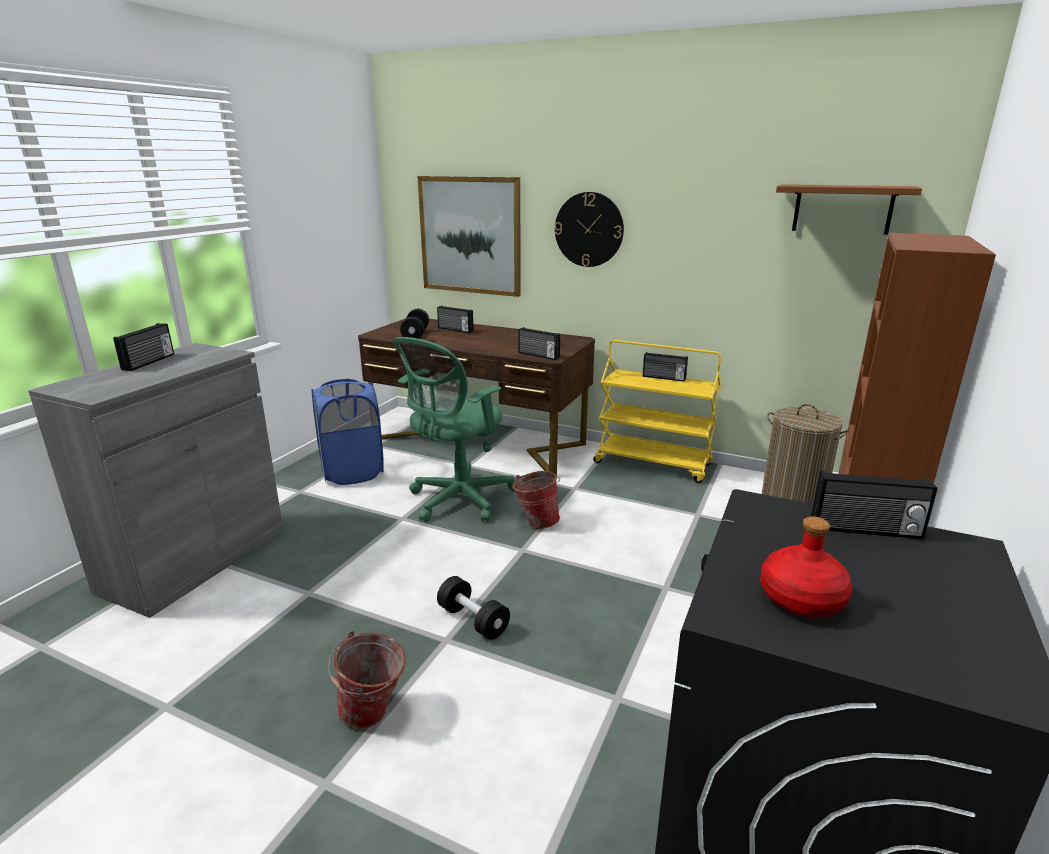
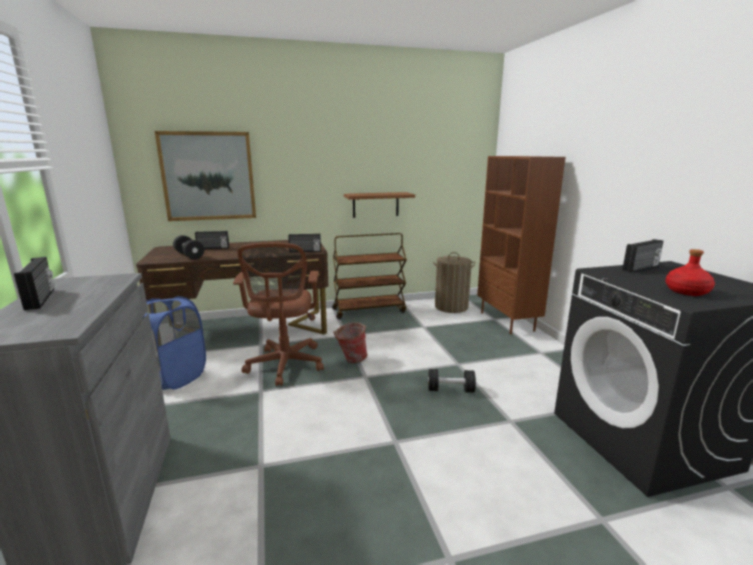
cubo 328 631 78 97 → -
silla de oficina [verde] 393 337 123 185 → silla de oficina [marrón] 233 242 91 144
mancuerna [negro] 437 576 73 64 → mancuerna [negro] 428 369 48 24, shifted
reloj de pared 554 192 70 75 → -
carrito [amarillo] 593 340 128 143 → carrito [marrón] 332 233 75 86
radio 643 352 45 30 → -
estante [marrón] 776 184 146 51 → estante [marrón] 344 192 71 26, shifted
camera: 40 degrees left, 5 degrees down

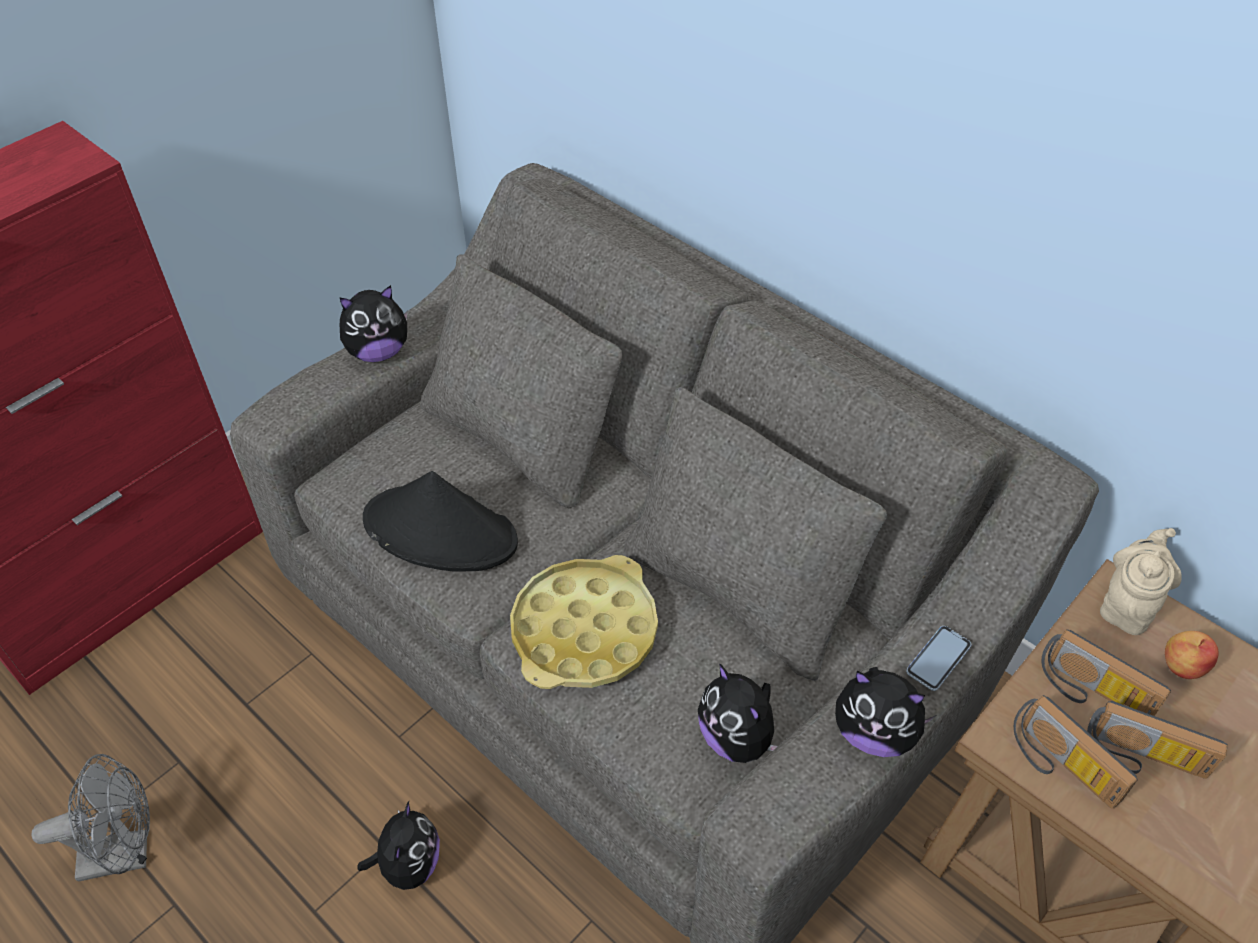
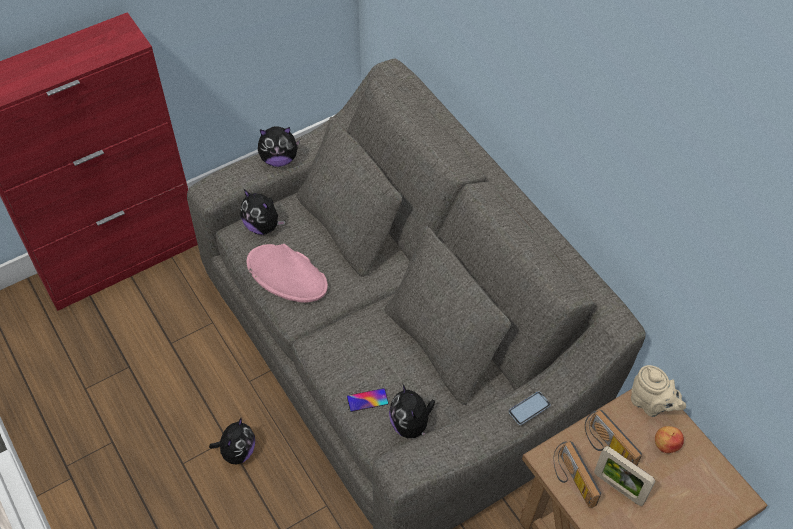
ventilador [gris] 32 754 118 128 → -
sombrero [negro] 363 471 155 101 → sombrero [rosa] 247 244 81 59
bandeja [amarillo] 510 555 148 134 → -
peluche 835 667 102 90 → peluche 240 189 45 46, shifted
radio 1087 701 141 78 → portarretratos 594 446 61 60
tetera [beis] 1100 528 82 107 → tetera [beis] 631 365 55 52, 90 degrees clockwise
- → móvil 347 388 42 24
camera: 15 degrees right, 5 degrees up

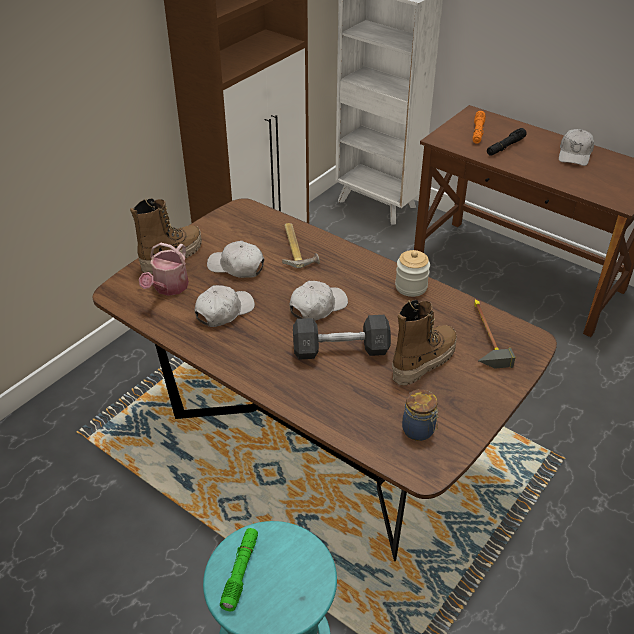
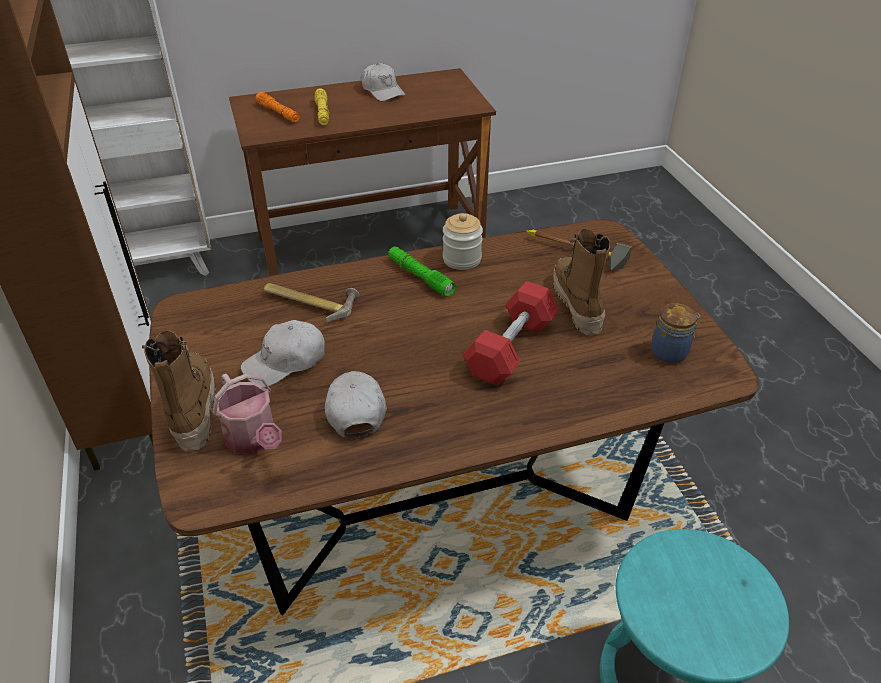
linterna [verde] 220 528 38 83 → linterna [verde] 388 246 68 50, shifted
gorra [blanco] 289 281 59 40 → -
mancuerna [gris] 293 315 98 45 → mancuerna [rojo] 462 281 97 105
linterna [negro] 487 128 40 28 → linterna [amarillo] 314 88 15 37
camera: 55 degrees left, 0 degrees up

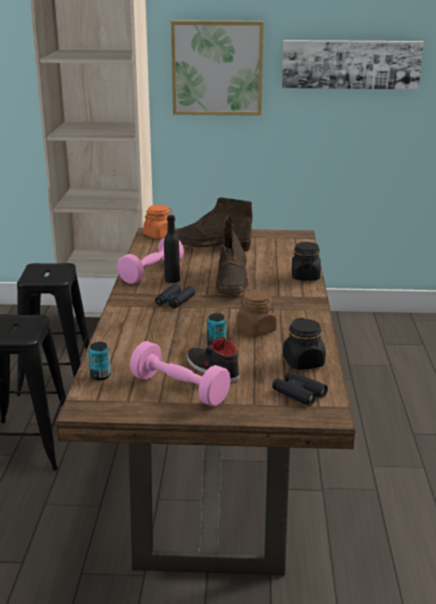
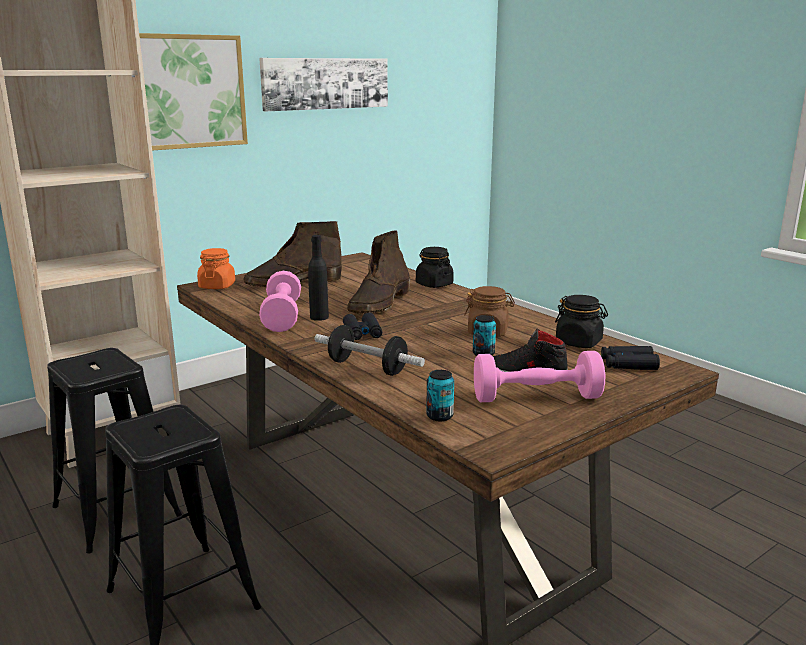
bota [marrón] 216 215 33 80 → bota [marrón] 347 230 63 84, 60 degrees clockwise
- → mancuerna 314 325 111 51
camera: 40 degrees left, 5 degrees down

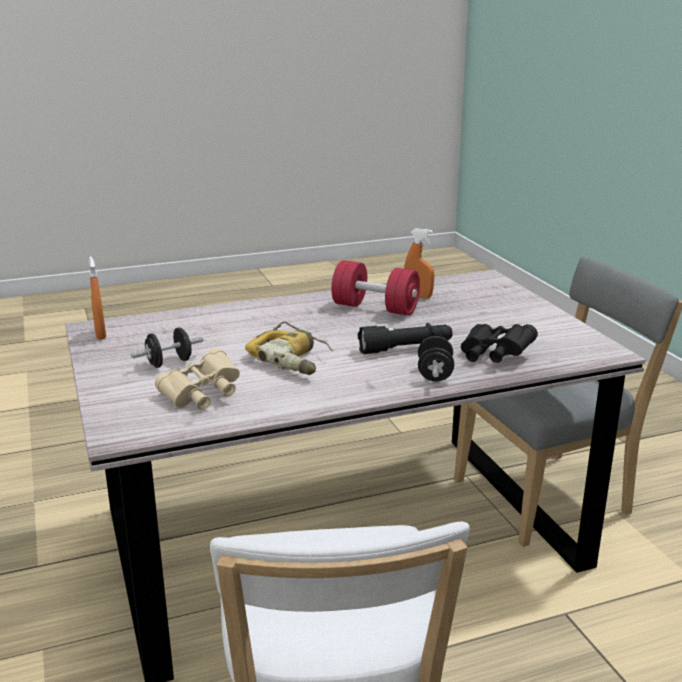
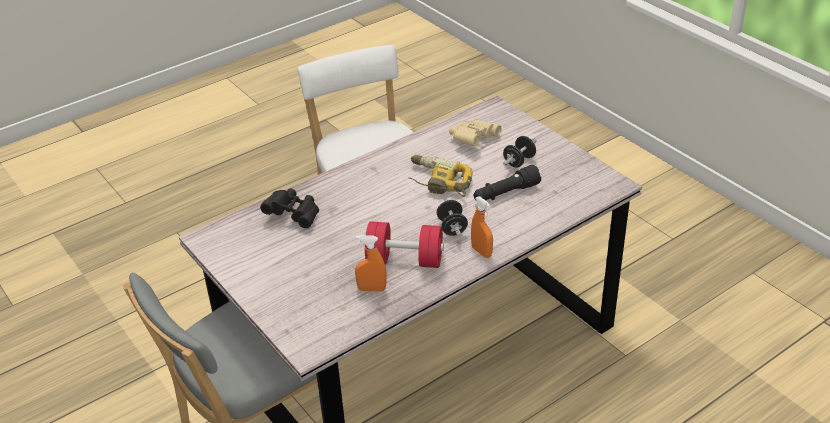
pulverizador [naranja] 89 256 17 84 → pulverizador [naranja] 471 196 22 62, shifted
linterna [negro] 358 323 95 31 → linterna [negro] 474 165 67 35, shifted
mancuerna [negro] 418 336 36 45 → mancuerna [negro] 437 199 31 38, shifted
camera: 165 degrees right, 15 degrees up

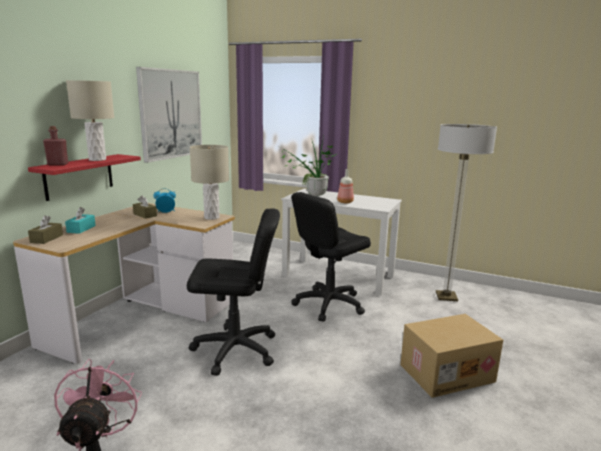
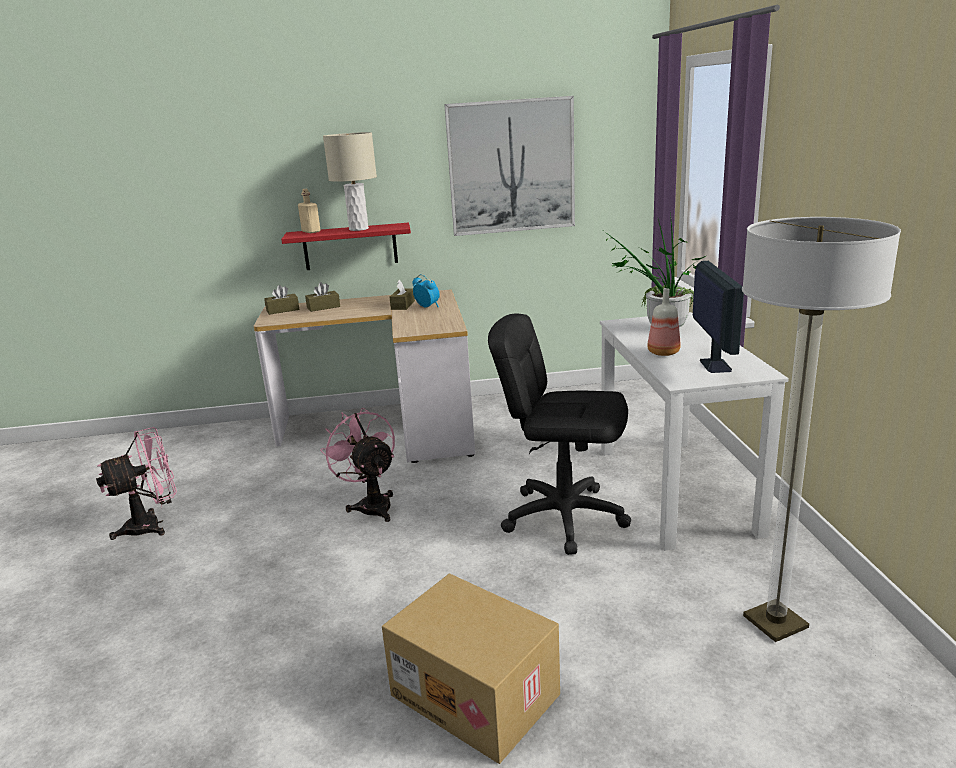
botella [rojo] 43 126 25 39 → botella [beis] 298 189 22 44
caja de pañuelos [turquesa] 65 207 31 27 → caja de pañuelos [marrón] 305 282 35 30
silla de oficina [negro] 187 208 93 168 → ventilador [rosa] 320 408 75 114
lámpara de mesa [beis] 190 145 39 75 → -
- → monitor 693 261 51 112
camera: 60 degrees right, 5 degrees up

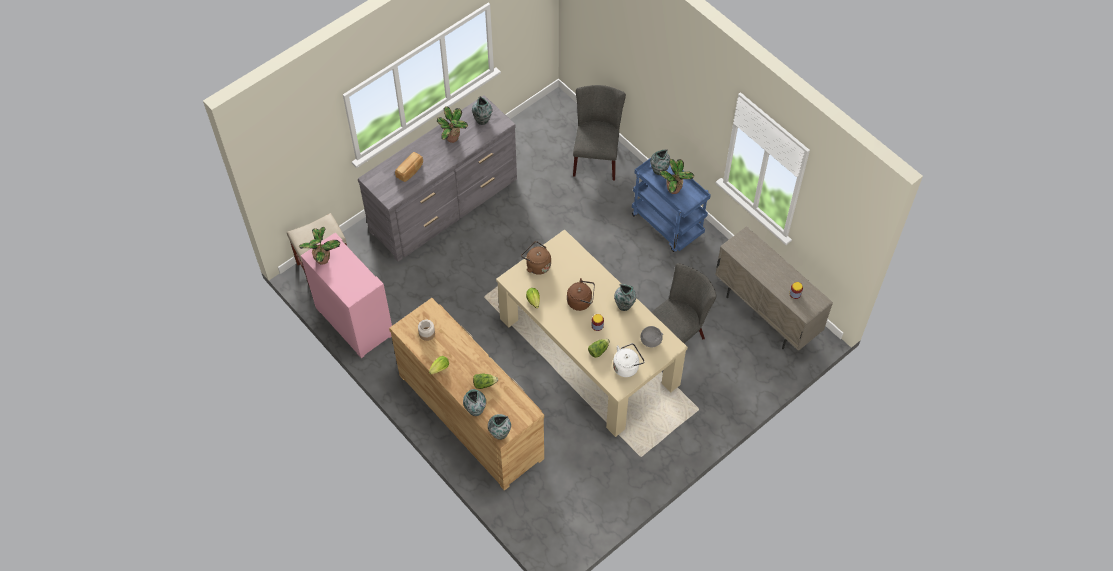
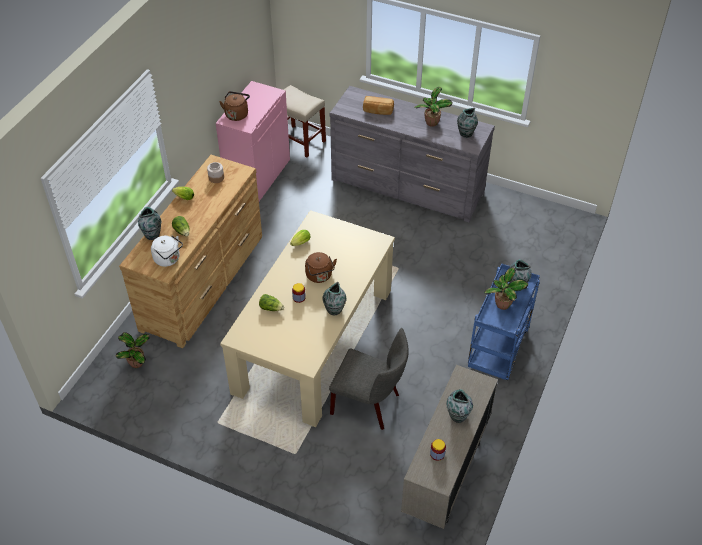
planta en maceta 298 227 42 38 → planta en maceta 116 332 34 36, shifted
florero 488 414 23 26 → florero 446 389 27 34, shifted
hervidor [marrón] 521 241 30 34 → hervidor [marrón] 219 91 31 30, shifted
silla [gris] 573 85 53 95 → -
hervidor [blanco] 613 343 32 34 → hervidor [blanco] 151 235 32 32, shifted
cuenco [gris] 640 326 23 21 → -
camera: 65 degrees right, 10 degrees down

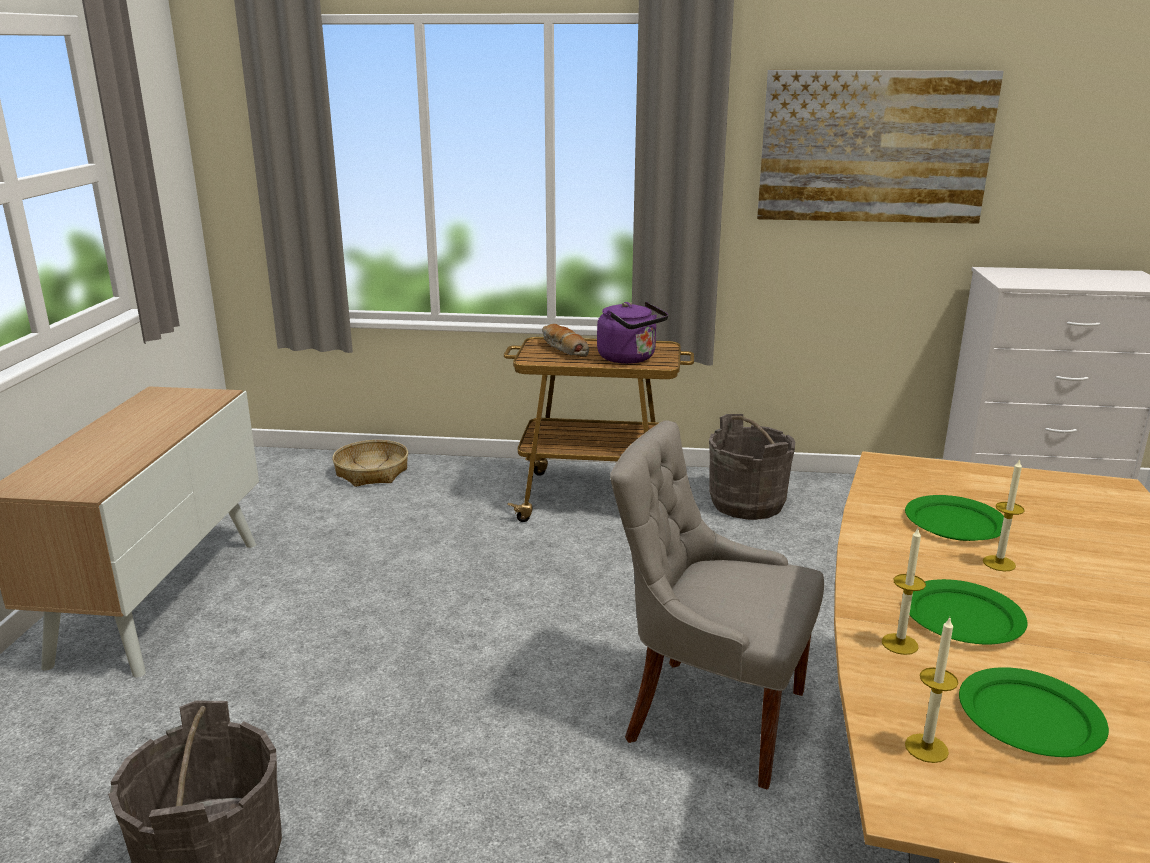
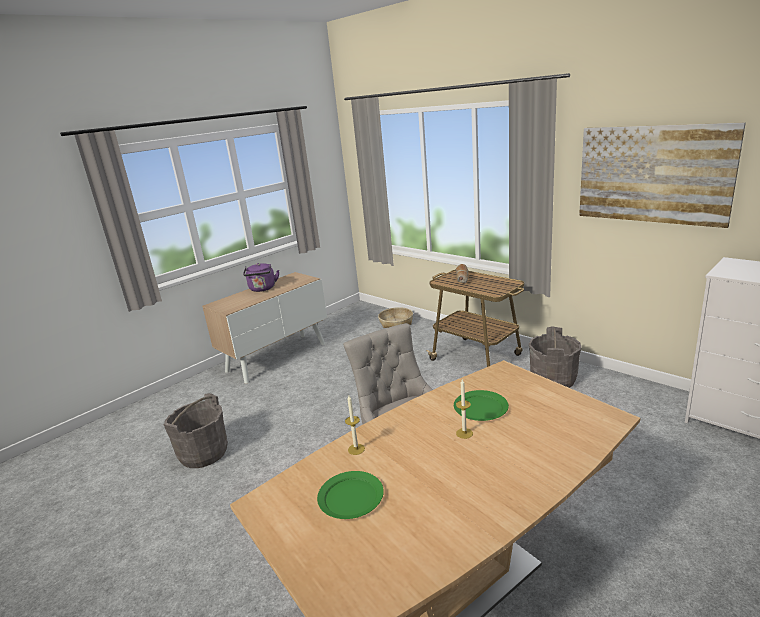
hervidor [morado] 597 301 71 63 → hervidor [morado] 243 263 36 29, shifted
vela 905 618 53 145 → -
plato [verde] 909 579 118 65 → -
camera: 40 degrees right, 0 degrees up

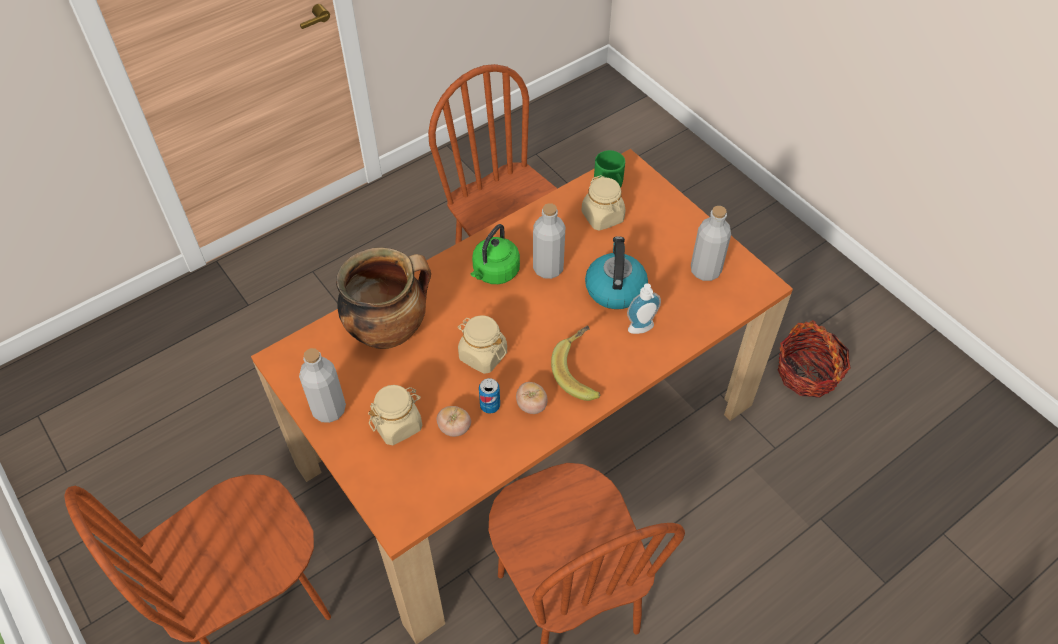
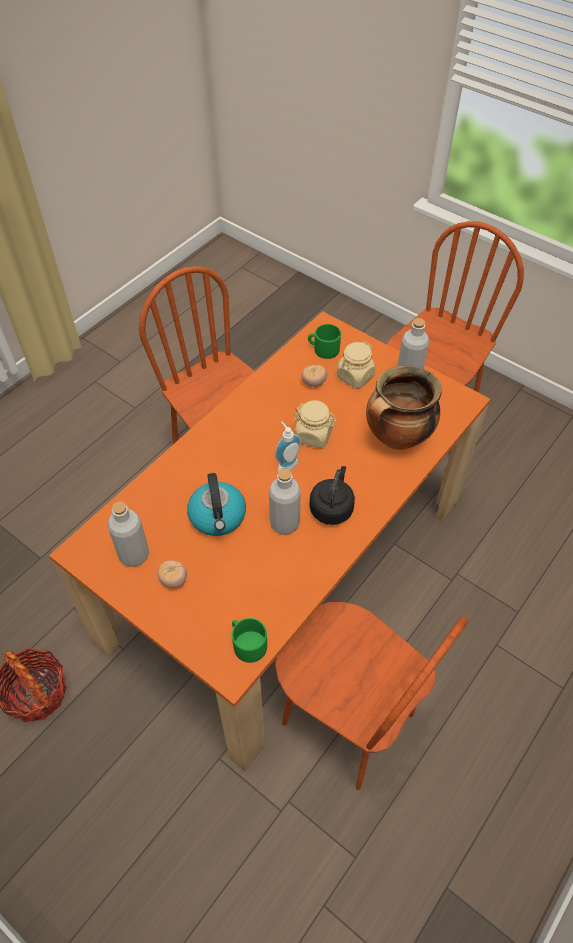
hervidor [verde] 471 224 49 60 → hervidor [negro] 309 466 46 59
lata 479 378 21 36 → -
tomate 516 382 32 32 → tomate 158 560 29 28, shifted
plátano 551 326 49 75 → -
tarro [beis] 582 175 44 56 → -
dispensador de jabón 627 283 34 51 → dispensador de jabón 275 421 26 51, shifted
- → taza grande [verde] 308 324 33 35
camera: 165 degrees right, 0 degrees up

